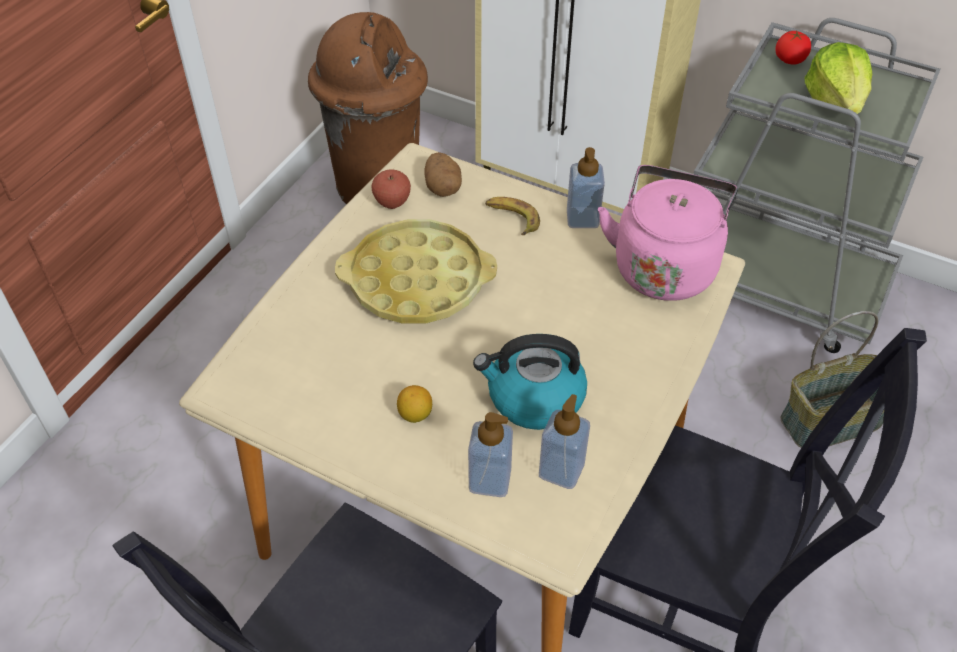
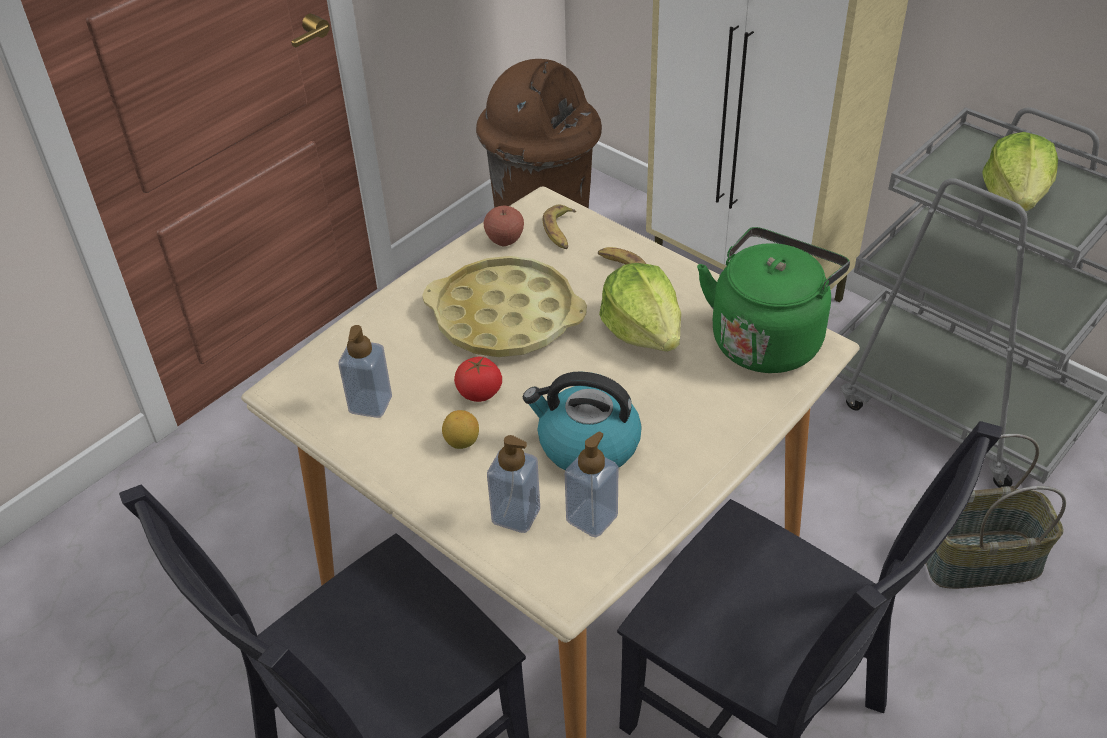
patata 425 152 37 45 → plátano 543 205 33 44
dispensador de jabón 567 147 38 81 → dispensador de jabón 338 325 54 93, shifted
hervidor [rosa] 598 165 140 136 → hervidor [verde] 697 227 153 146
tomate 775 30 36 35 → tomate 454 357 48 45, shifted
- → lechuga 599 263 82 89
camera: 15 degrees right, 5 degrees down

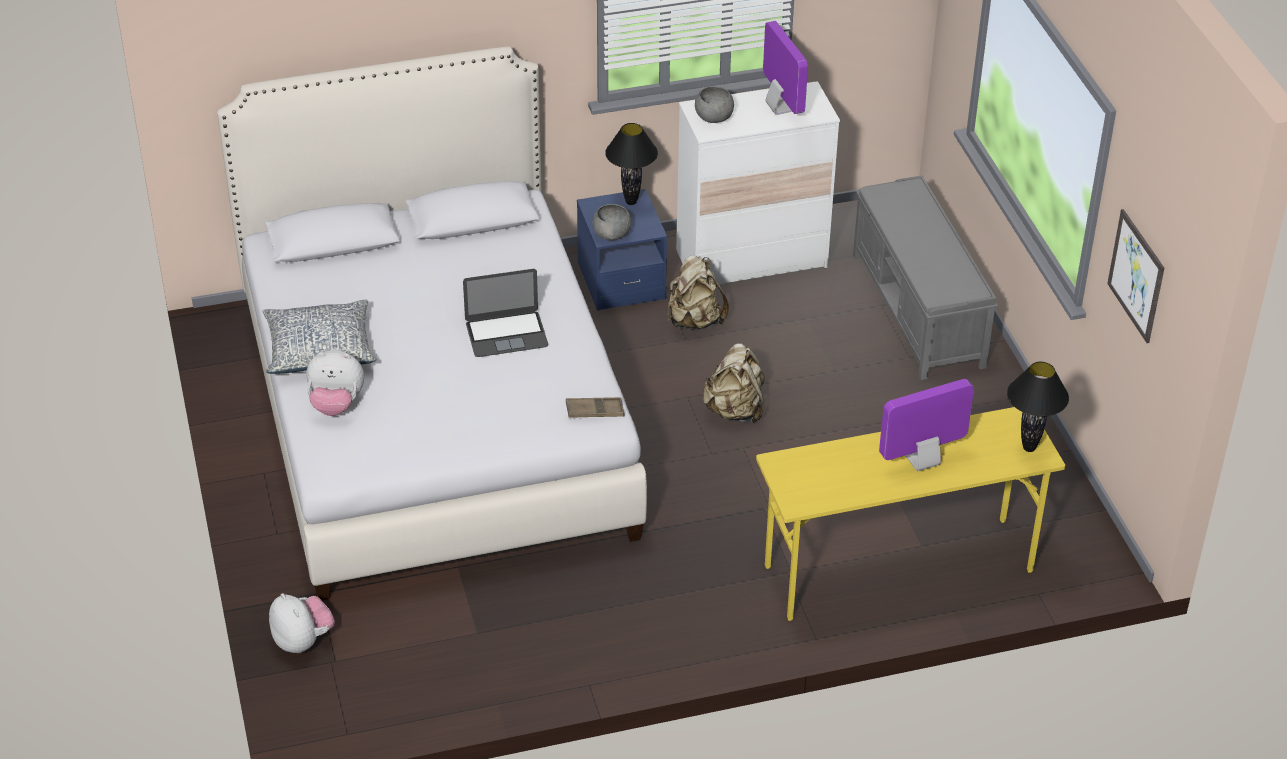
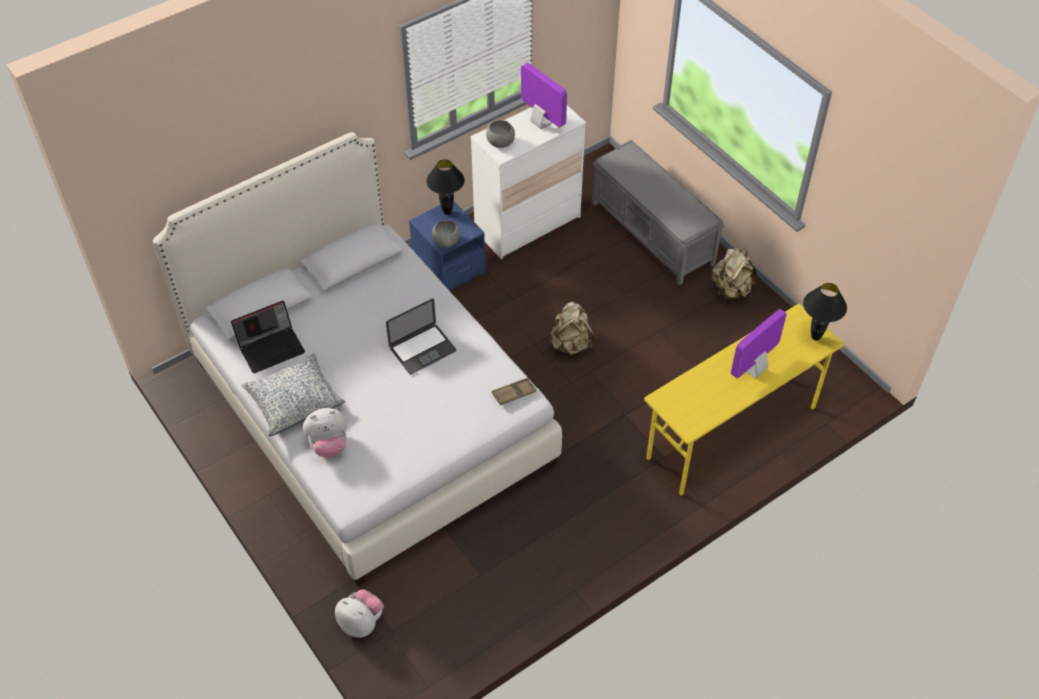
mochila [beis] 667 255 62 75 → mochila [beis] 712 248 45 52, shifted
cuadro 1107 209 57 134 → -
- → portátil 231 301 74 72
camera: 20 degrees left, 10 degrees up

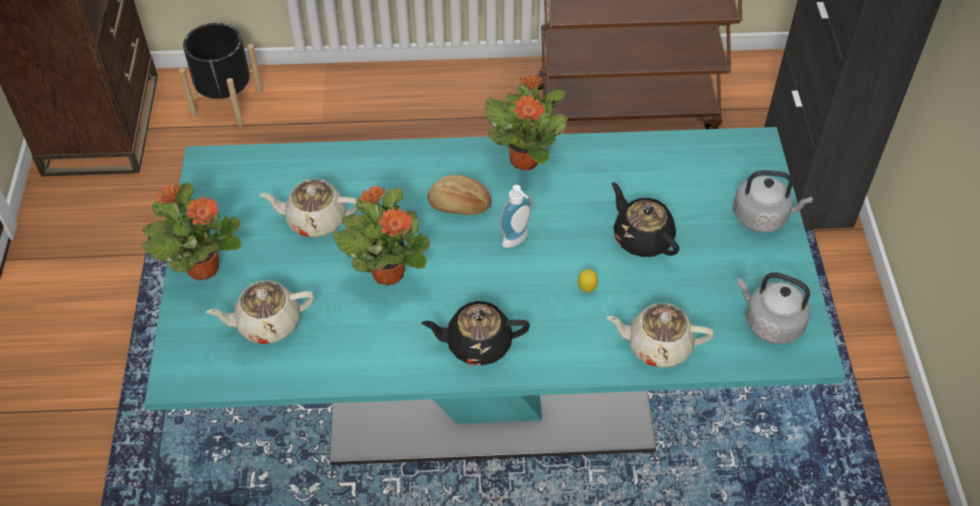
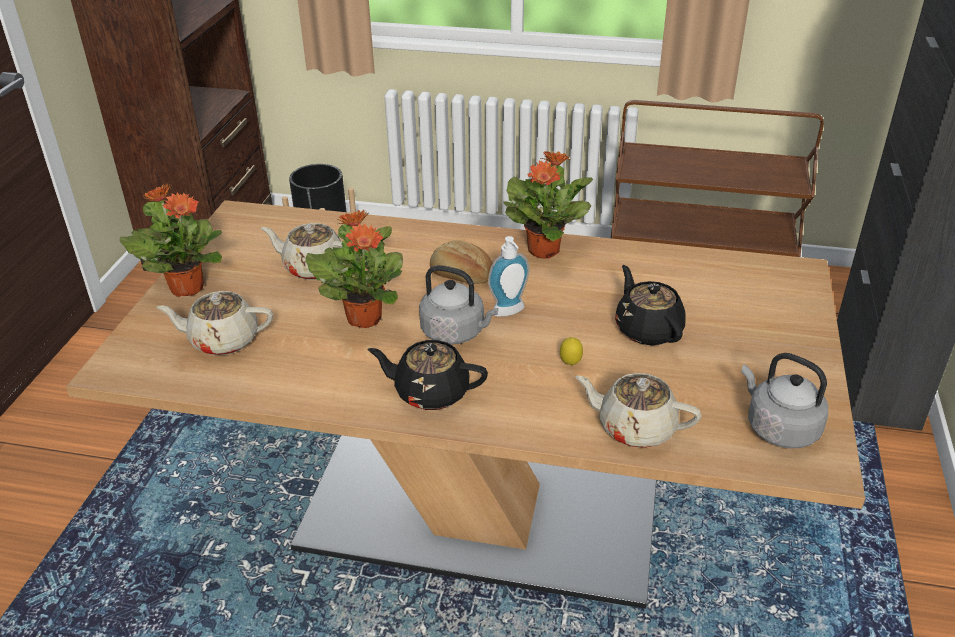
mesa de comedor [turquesa] 144 127 702 338 → mesa de comedor [beis] 66 200 799 409
hervidor [gris] 733 170 80 63 → hervidor [gris] 419 265 79 80, shifted
camera: 15 degrees right, 15 degrees down

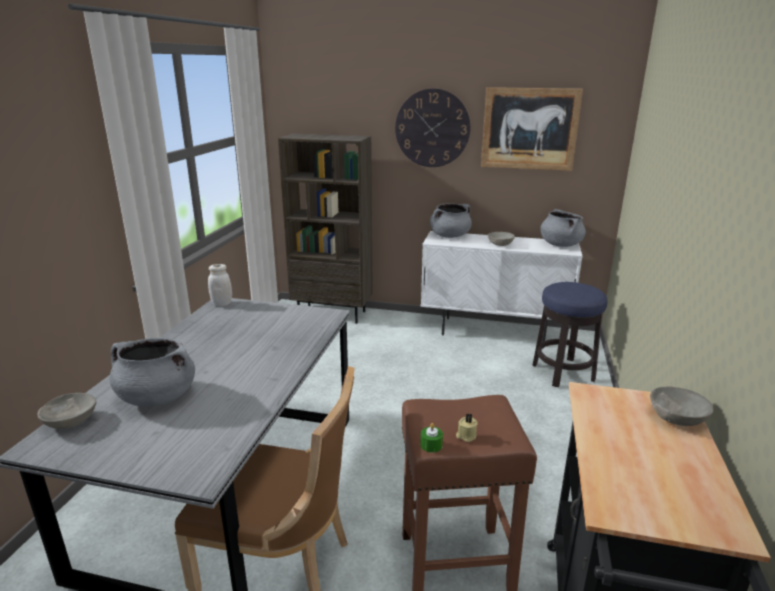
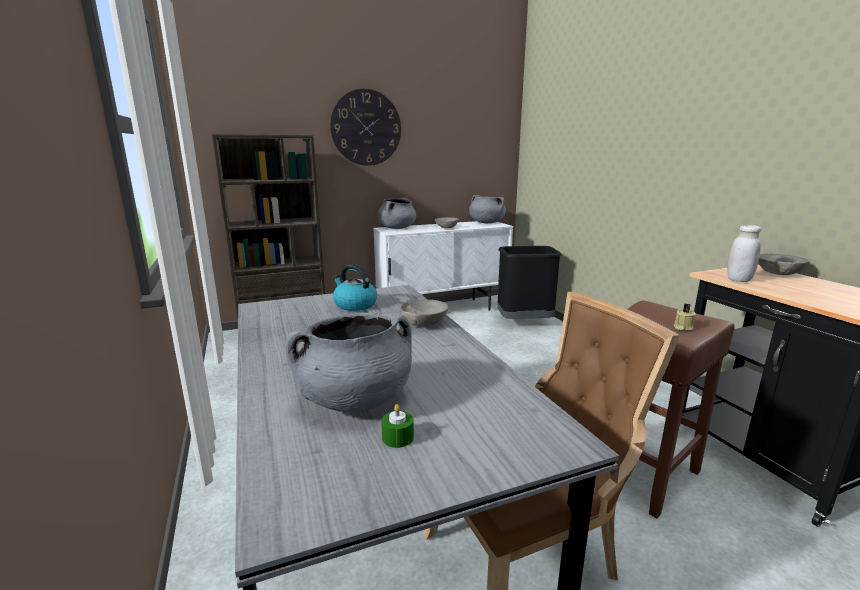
cuenco [gris] 37 393 59 36 → cuenco [gris] 400 299 48 27, shifted
tarro [blanco] 208 264 24 42 → tarro [blanco] 728 225 33 57, shifted
vela [verde] 420 423 23 30 → vela [verde] 381 404 33 44, shifted
cuadro 481 87 102 84 → -
taburete 532 282 76 105 → papelera [negro] 497 246 65 73
- → hervidor 333 264 44 47
camera: 35 degrees left, 5 degrees down

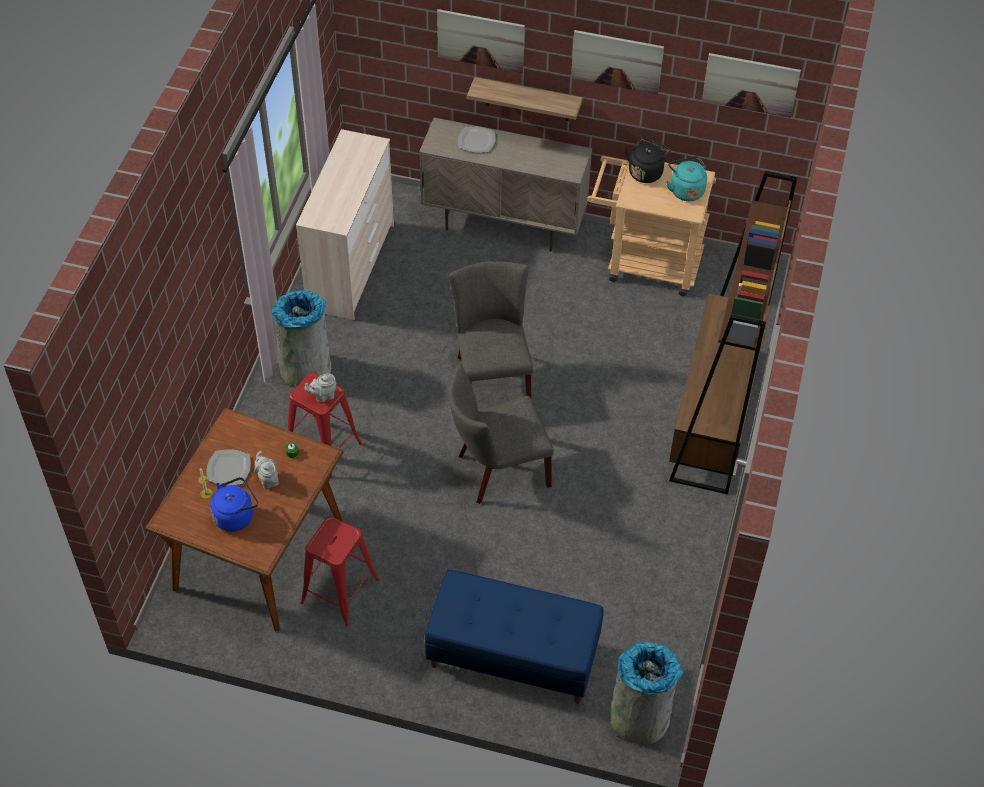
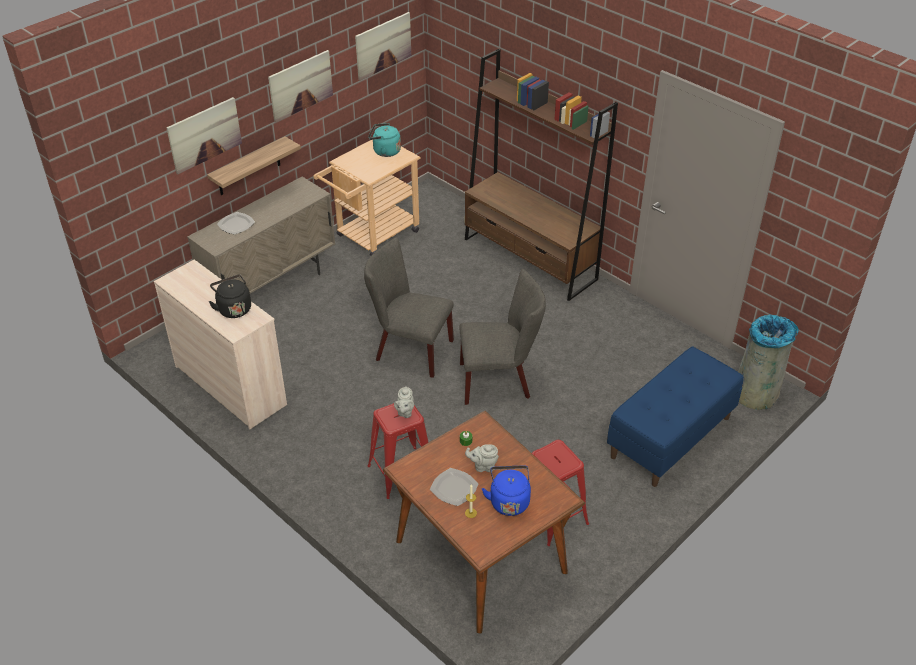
papelera [gris] 271 290 60 98 → -
silla [gris] 449 364 105 140 → silla [gris] 459 269 87 136, 105 degrees counterclockwise
hervidor [negro] 625 137 46 46 → hervidor [negro] 209 275 42 43, shifted
camera: 60 degrees left, 10 degrees down

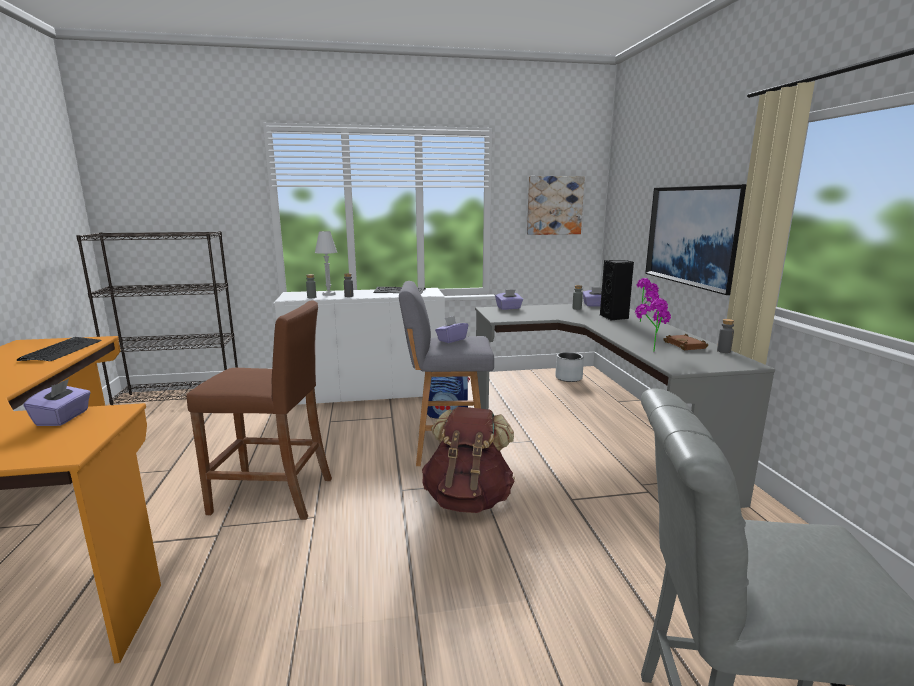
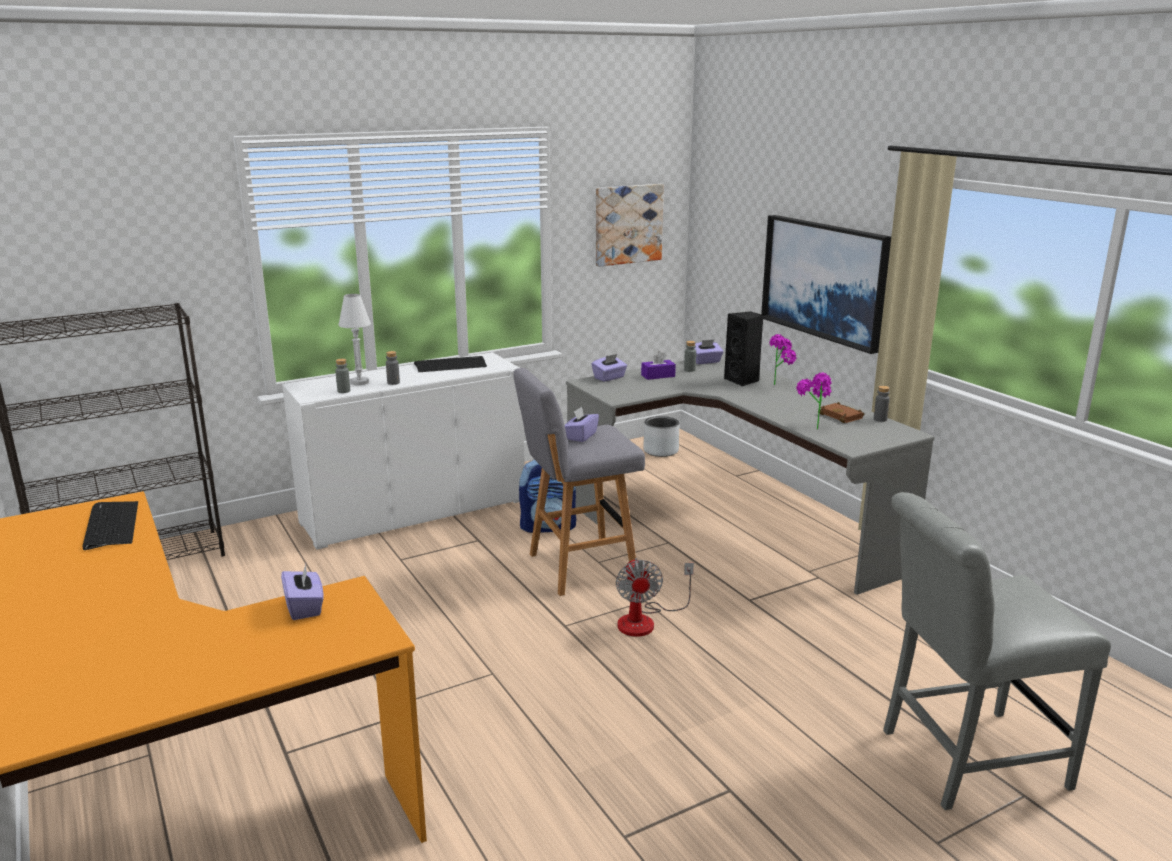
taburete [marrón] 186 300 146 220 → -
mochila [marrón] 422 407 93 106 → ventilador 616 558 78 79
- → caja de pañuelos [morado] 641 351 35 29
camera: 20 degrees left, 5 degrees up

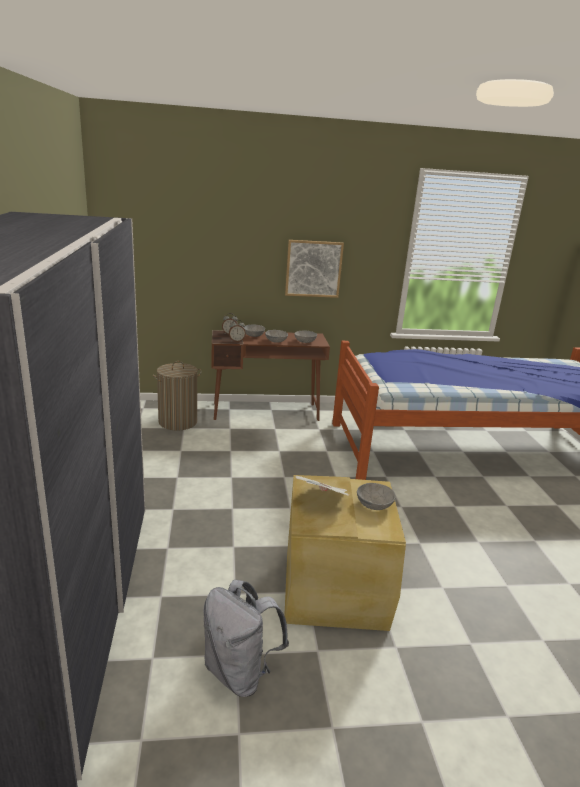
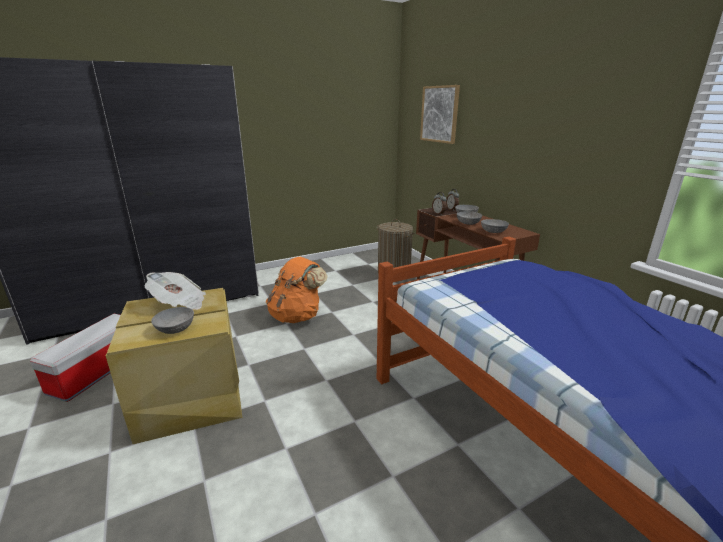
mochila [gris] 203 580 86 117 → caja de almacenaje 30 314 91 88
cuadro 285 240 59 58 → cuadro 420 85 40 59, shifted
- → mochila [naranja] 266 257 62 66
camera: 70 degrees right, 0 degrees up

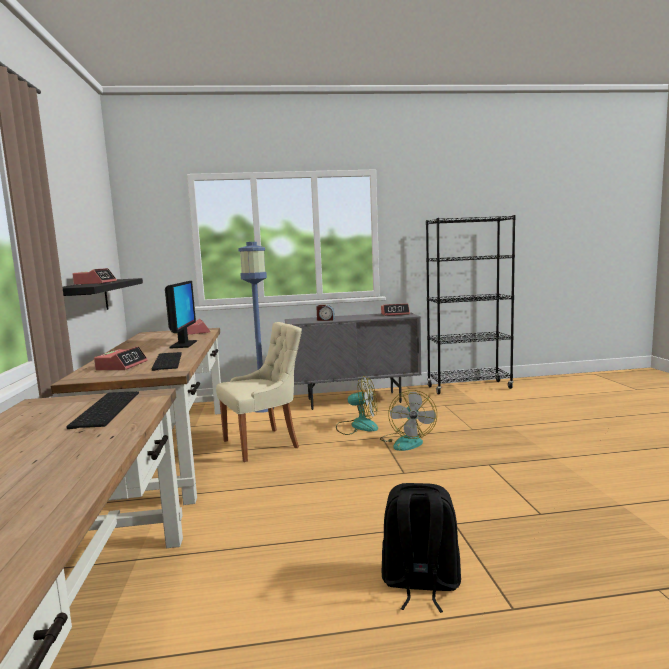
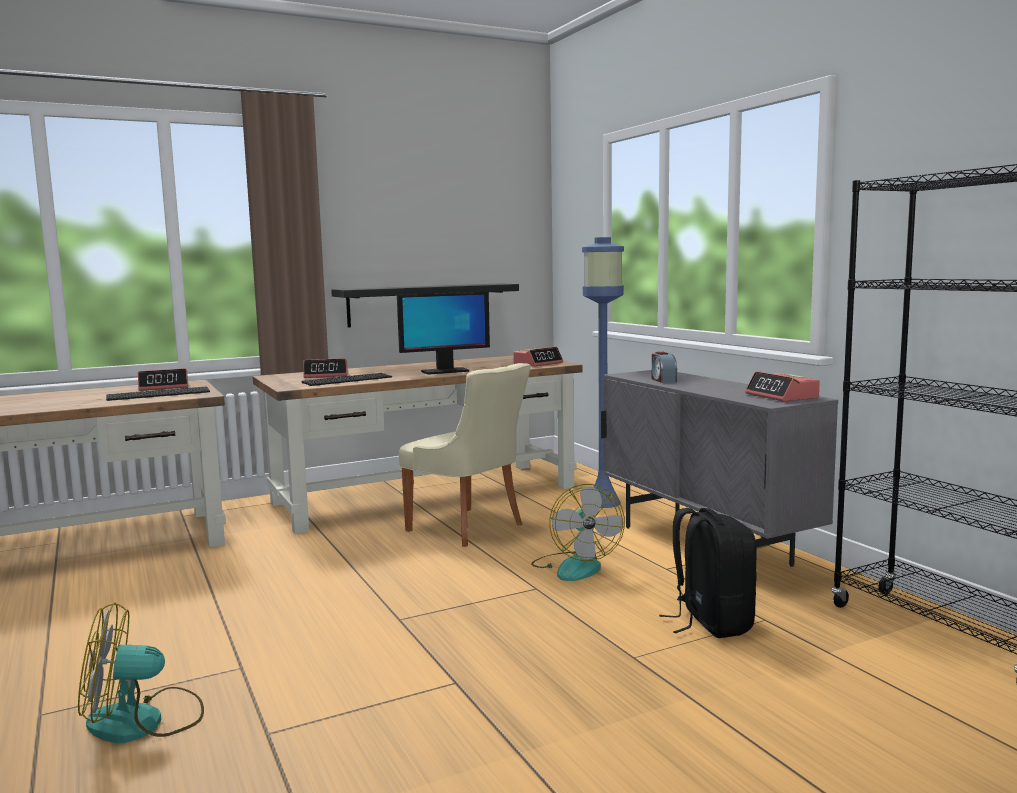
despertador 73 268 44 17 → despertador 138 368 50 23, shifted
ventilador 380 390 57 61 → ventilador 78 602 126 141, shifted
mochila [negro] 381 483 80 130 → mochila [negro] 659 508 98 130, shifted
camera: 70 degrees right, 0 degrees up

